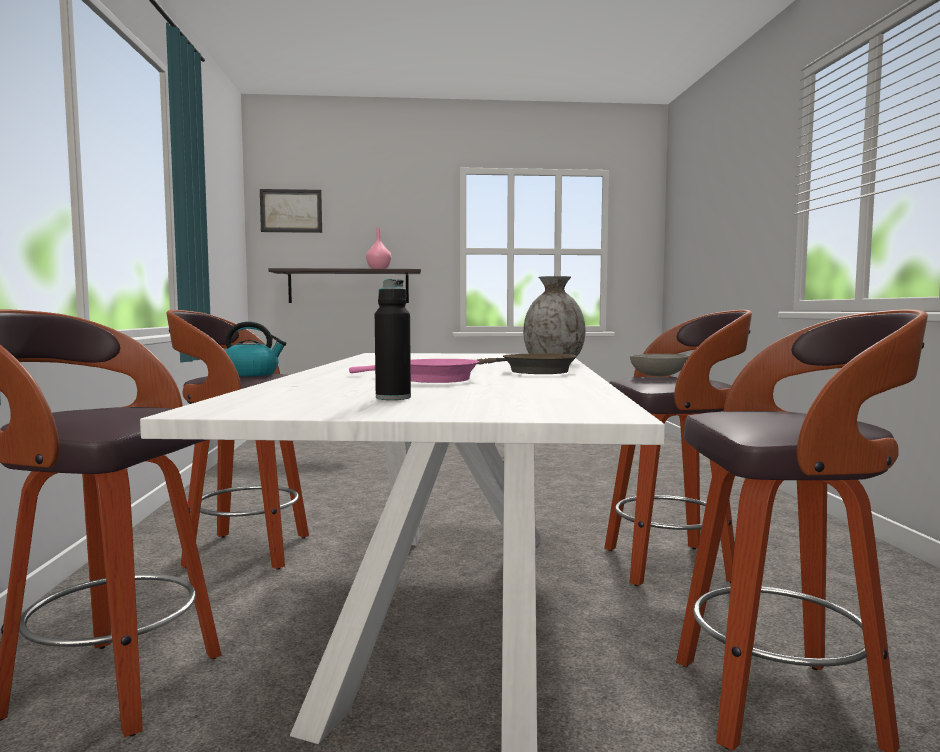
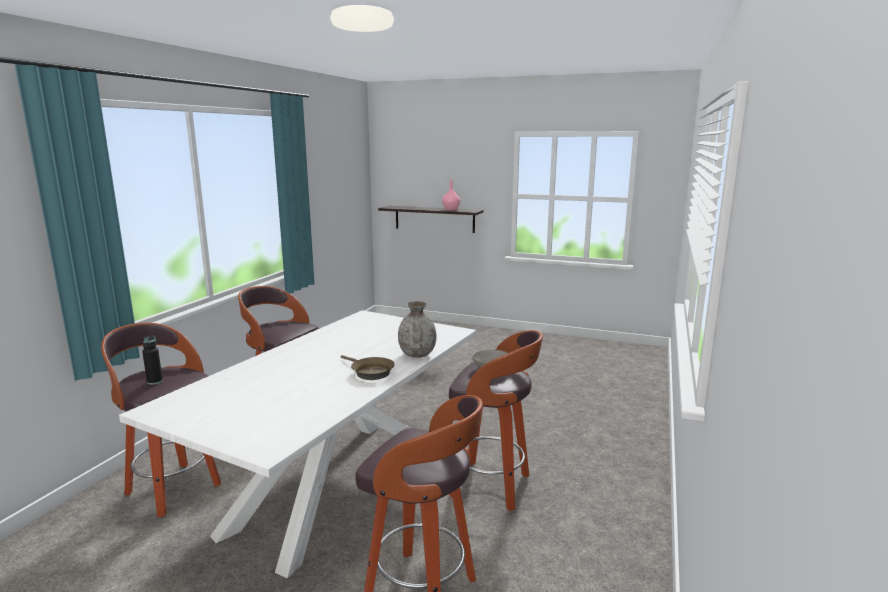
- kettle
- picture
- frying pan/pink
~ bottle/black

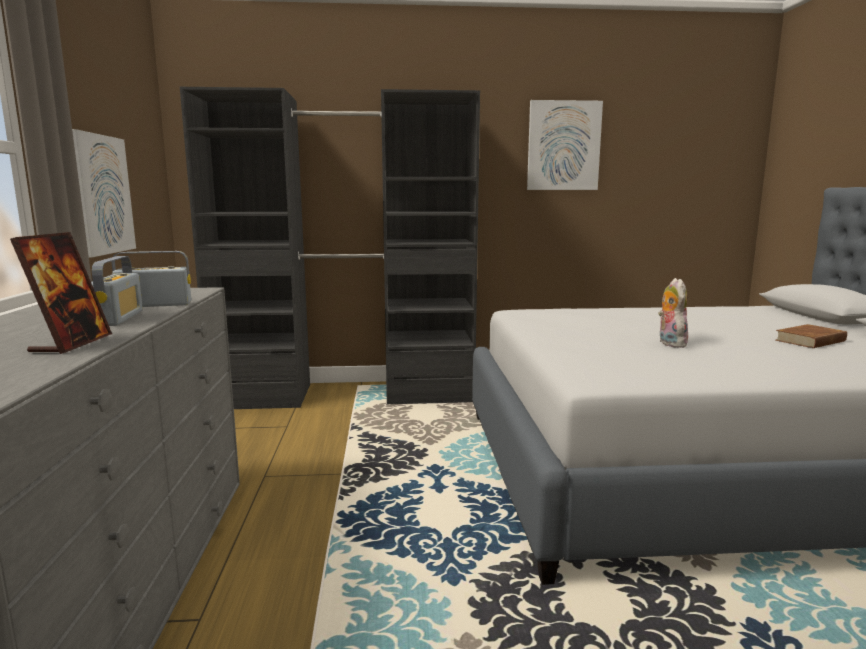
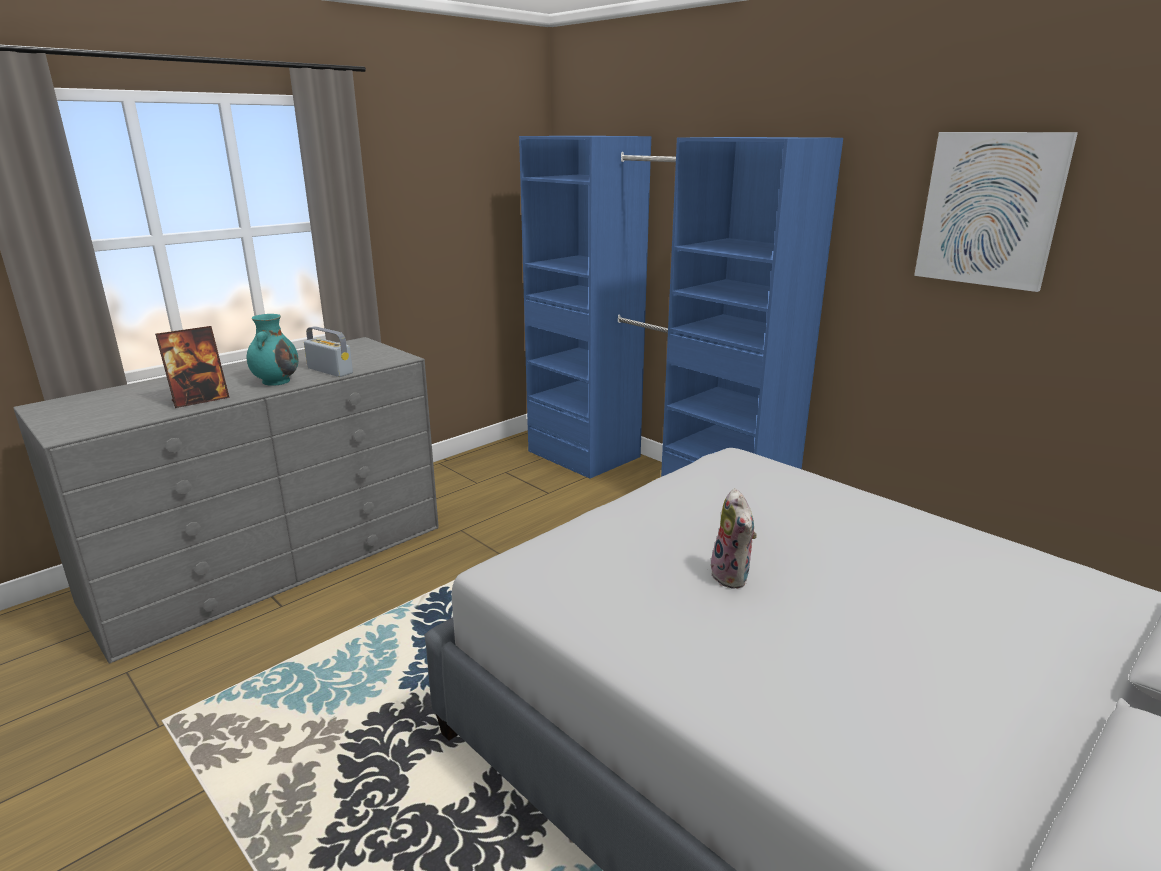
- picture (no. 1 from left)
- book/brown
~ radio (no. 1 from left) to vase/turquoise
~ wardrobe/black to wardrobe/blue
~ plush toy 120 degrees clockwise

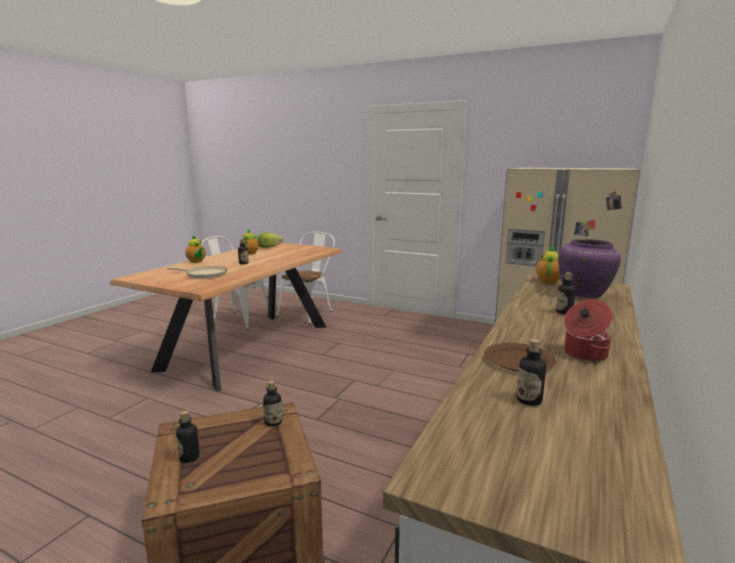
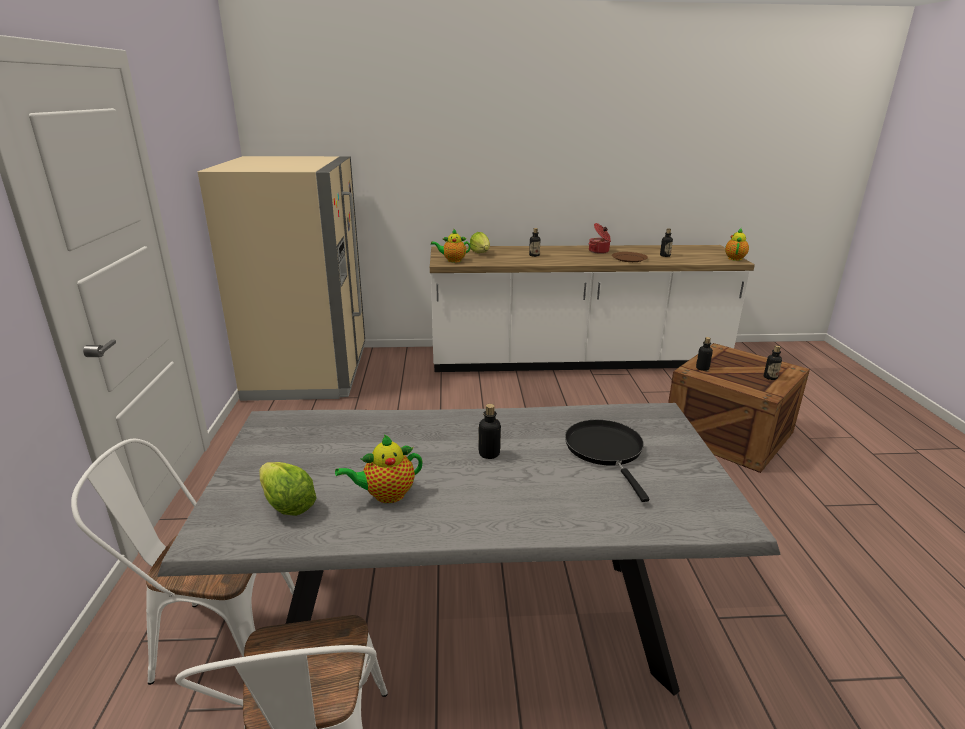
~ teapot (no. 1 from left in the first image) to teapot (no. 3 from left)
~ vase/purple to lettuce (no. 2 from left)
~ dining table/brown to dining table/grey
~ frying pan/beige to frying pan/black

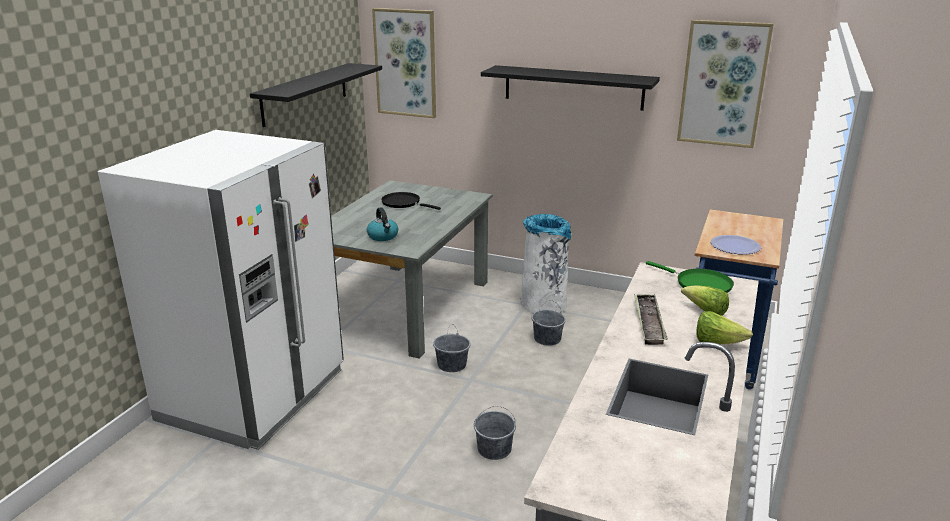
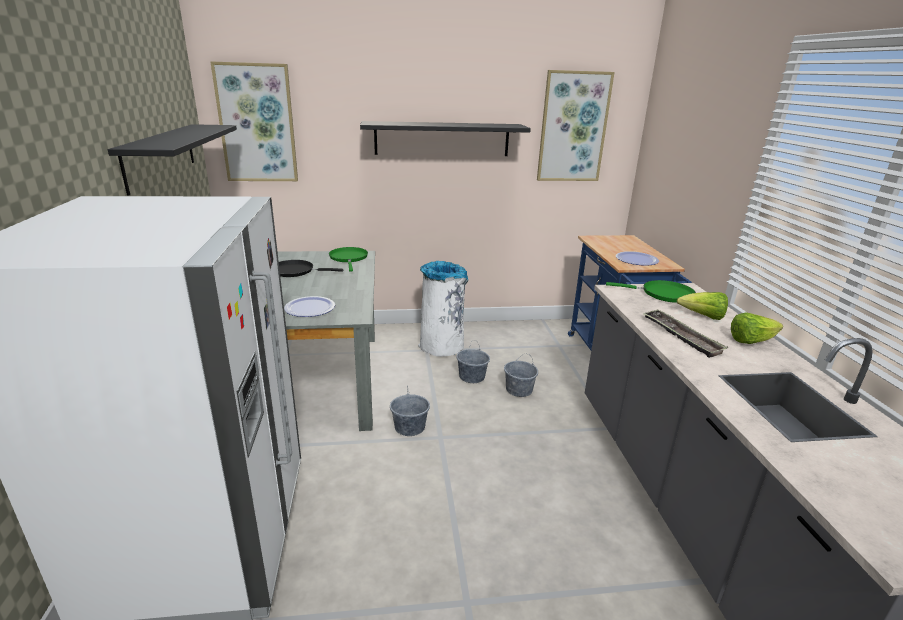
+ frying pan/green (no. 1 from left)
~ bucket/grey (no. 2 from left in the first image) to bucket/grey (no. 3 from left)
~ kettle to plate (no. 1 from left)

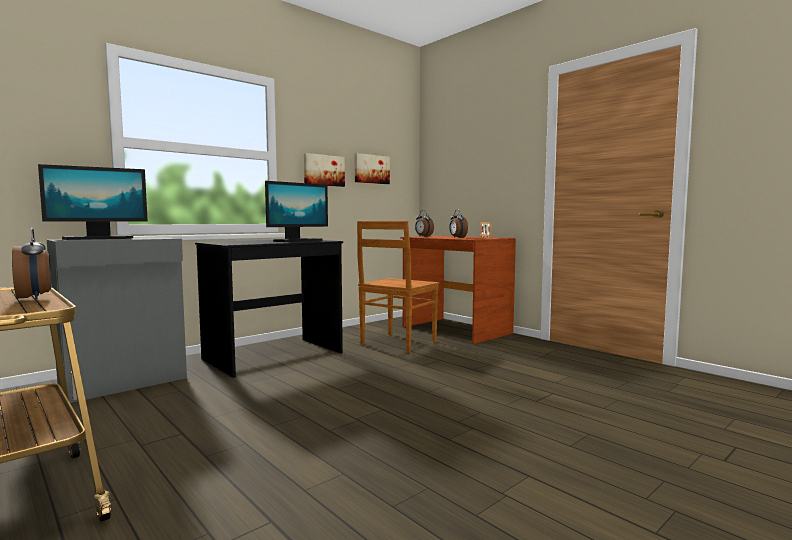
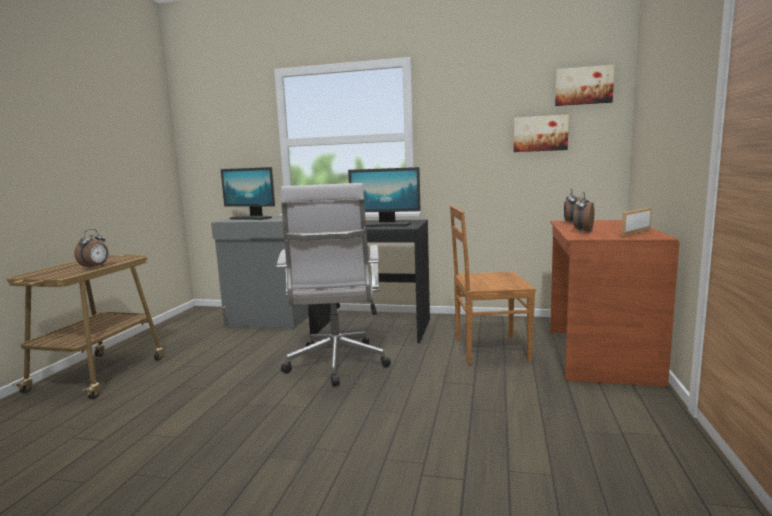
+ office chair/white
~ picture (no. 1 from left in the first image) to picture (no. 2 from left)

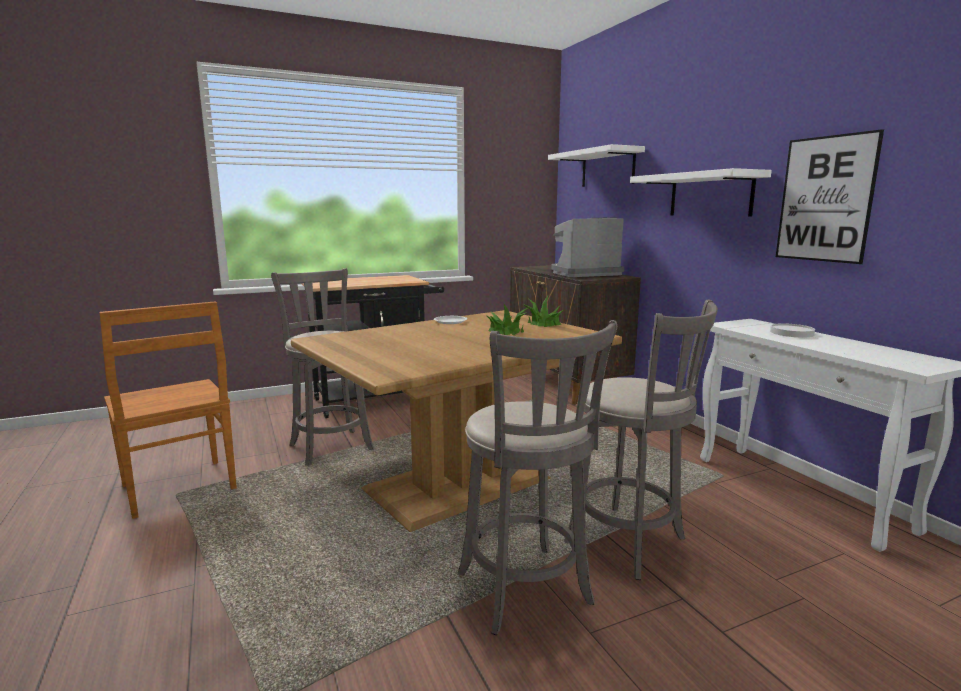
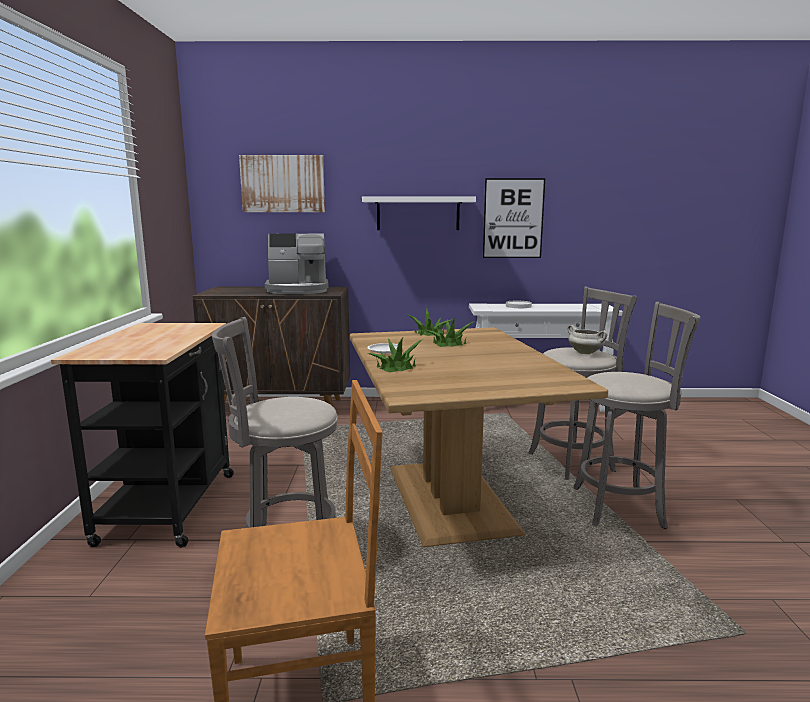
+ potted plant (no. 1 from left)
+ cooking pot/white
~ shelf/white (no. 1 from left) to picture (no. 1 from left)
~ coffee machine 105 degrees counterclockwise

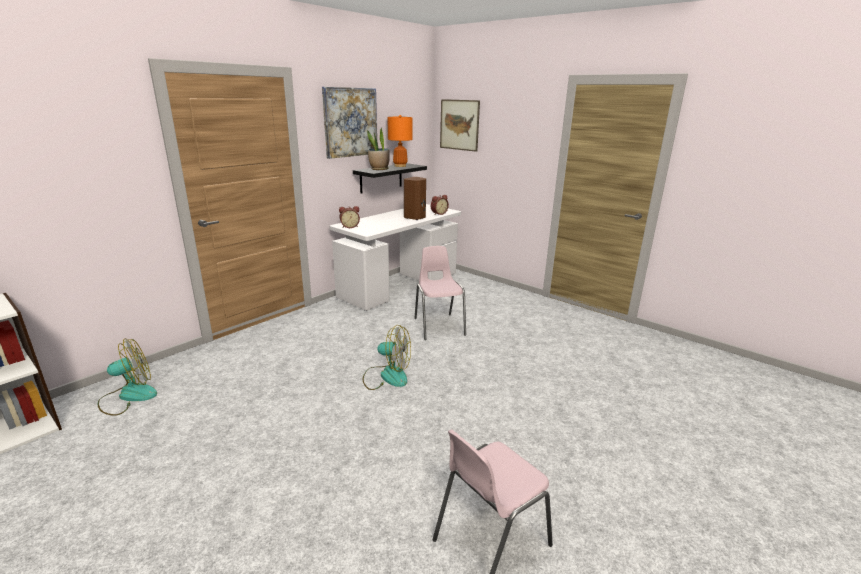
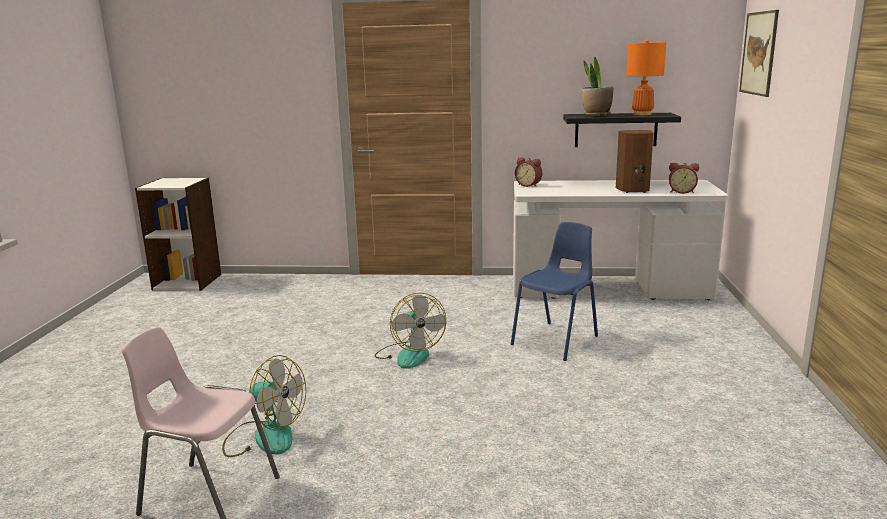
- picture (no. 1 from left)
~ fan (no. 1 from left)
~ chair/pink (no. 1 from left) to chair/blue

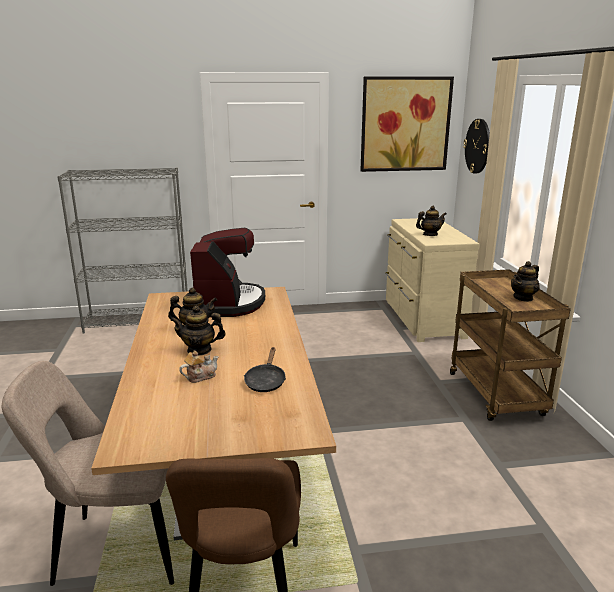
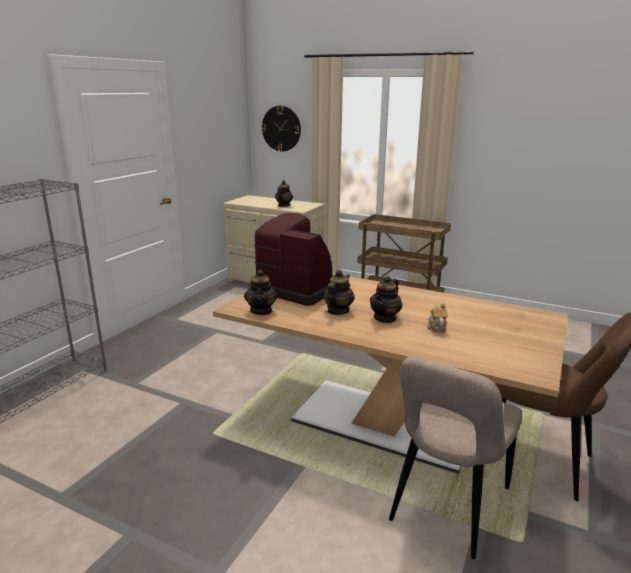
- frying pan/black
- picture
~ teapot (no. 5 from left in the first image) to teapot (no. 1 from left)

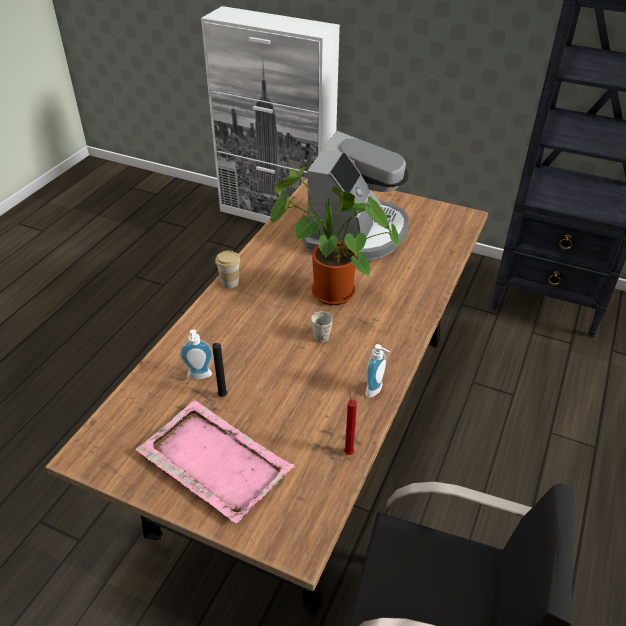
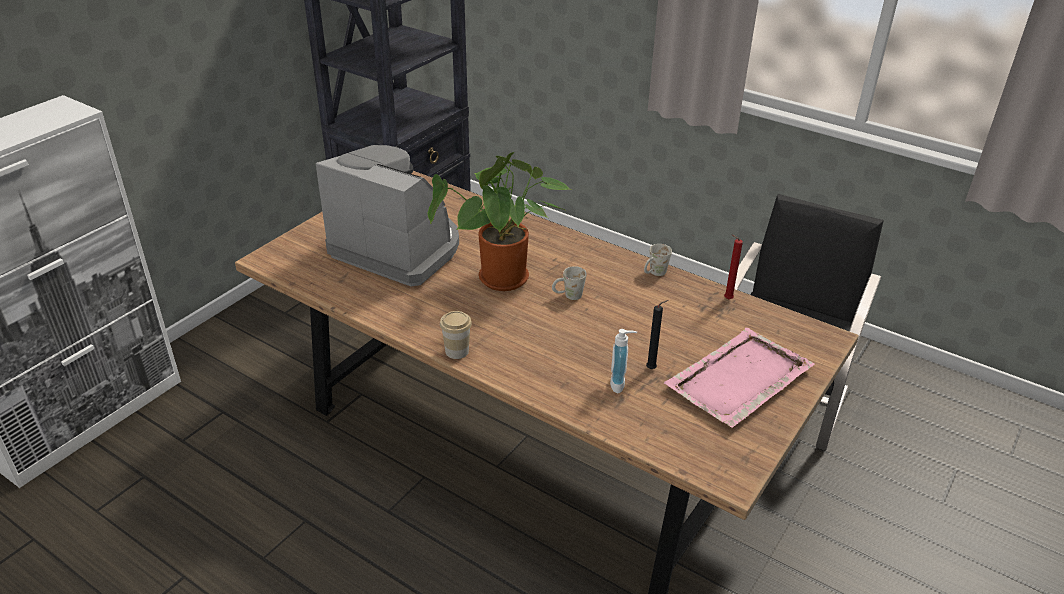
~ soap dispenser (no. 2 from left) to mug/white (no. 2 from left)

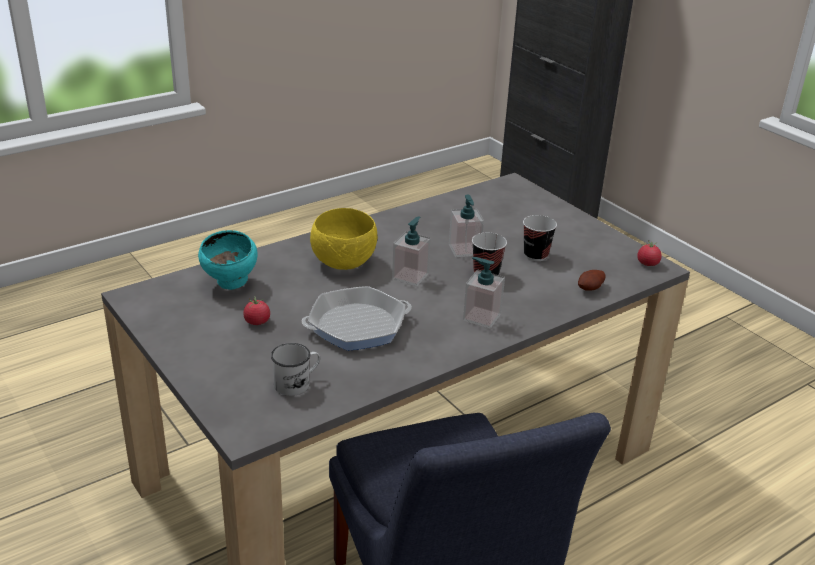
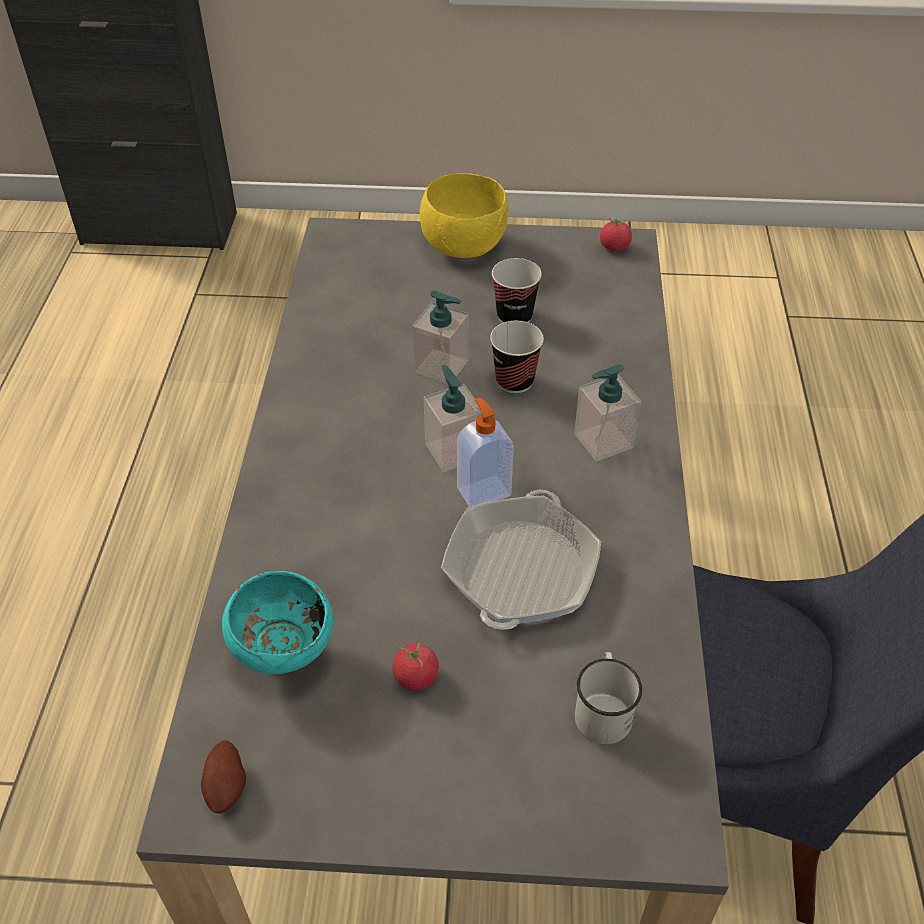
+ soap dispenser (no. 3 from left)
~ bowl/yellow
~ potato

